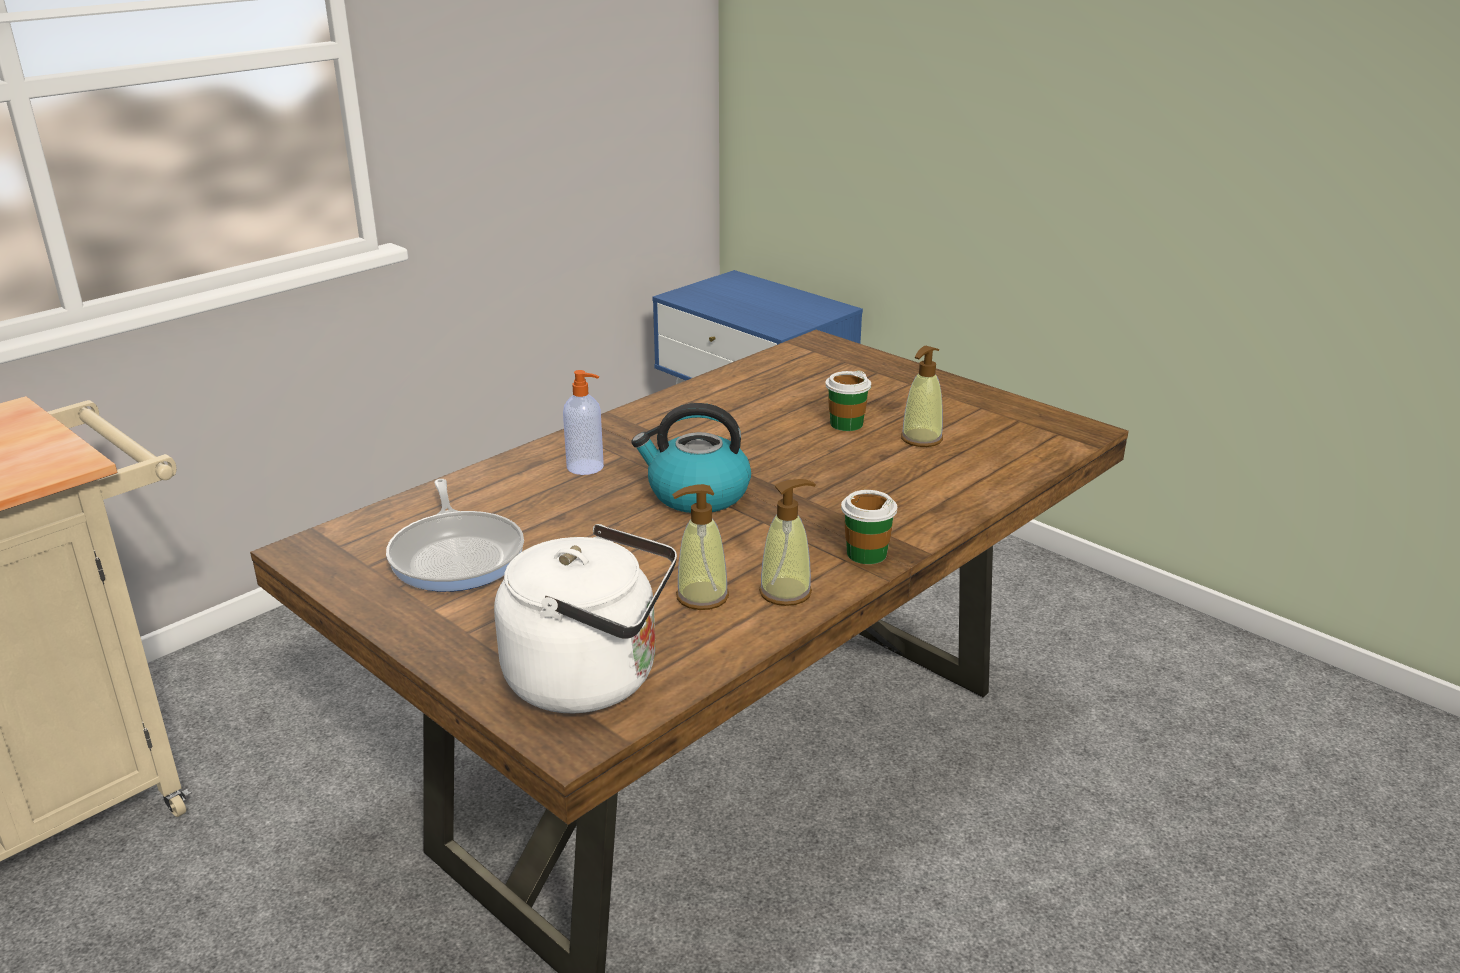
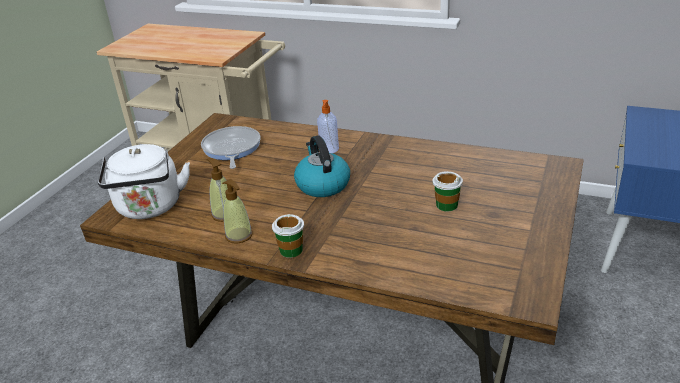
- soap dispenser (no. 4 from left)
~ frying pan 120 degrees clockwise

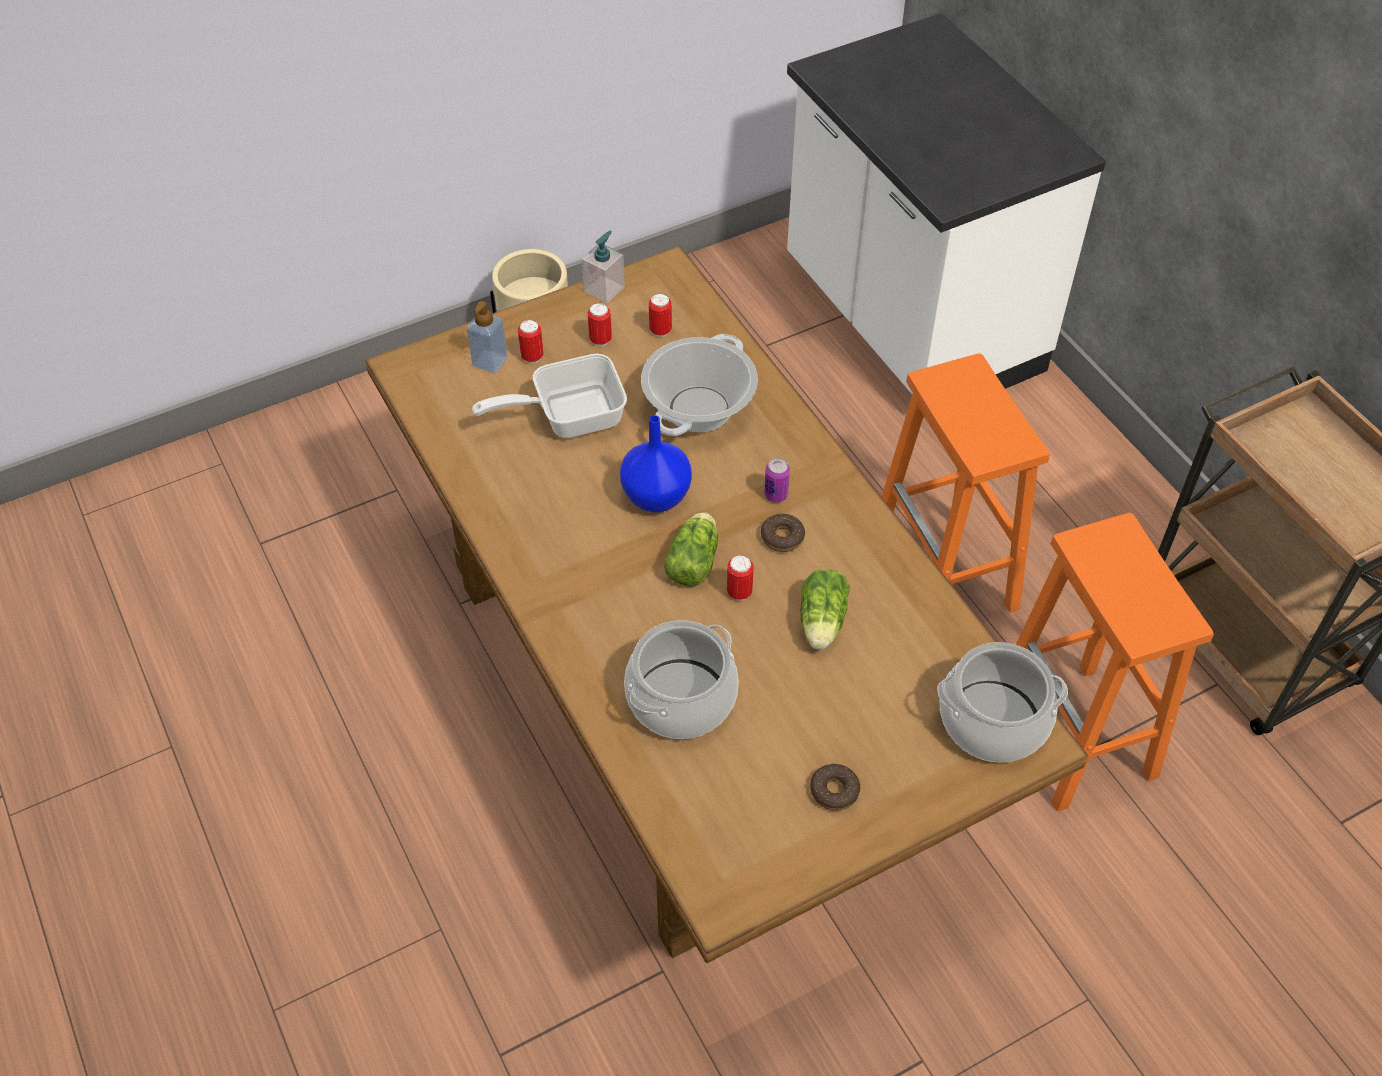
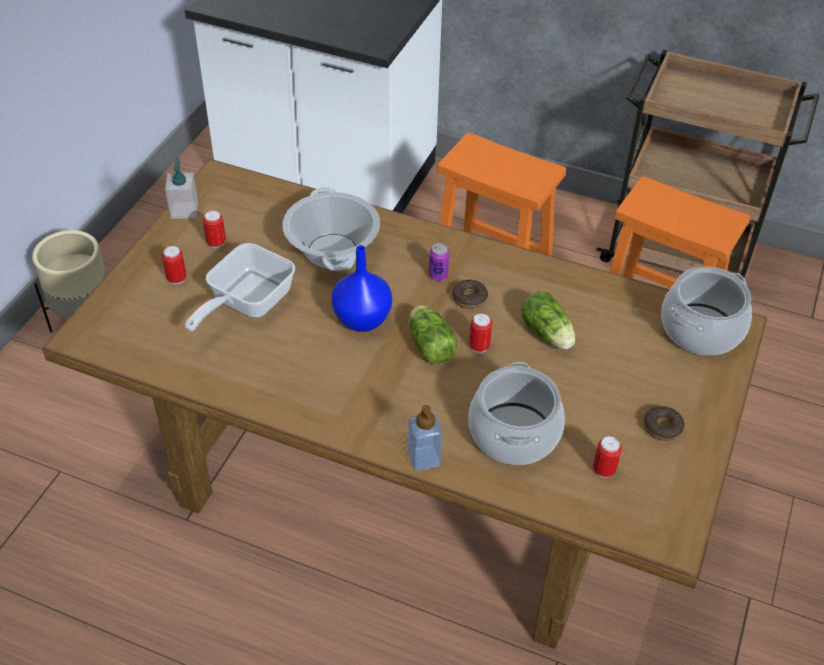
~ soap dispenser (no. 1 from left in the first image) to soap dispenser (no. 2 from left)
~ can (no. 3 from left in the first image) to can (no. 5 from left)

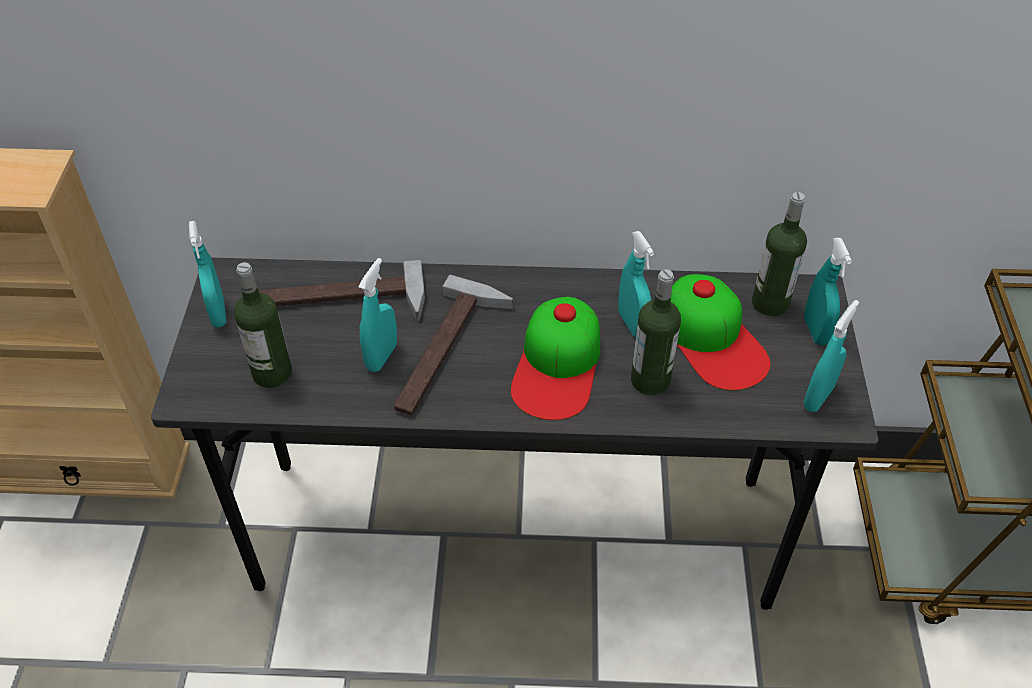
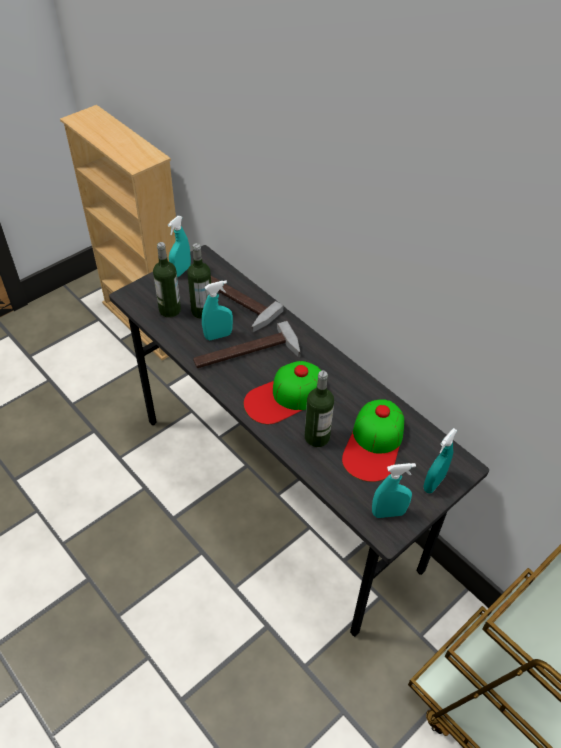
- spray bottle/turquoise (no. 3 from left)
~ bottle (no. 3 from left in the first image) to bottle (no. 2 from left)

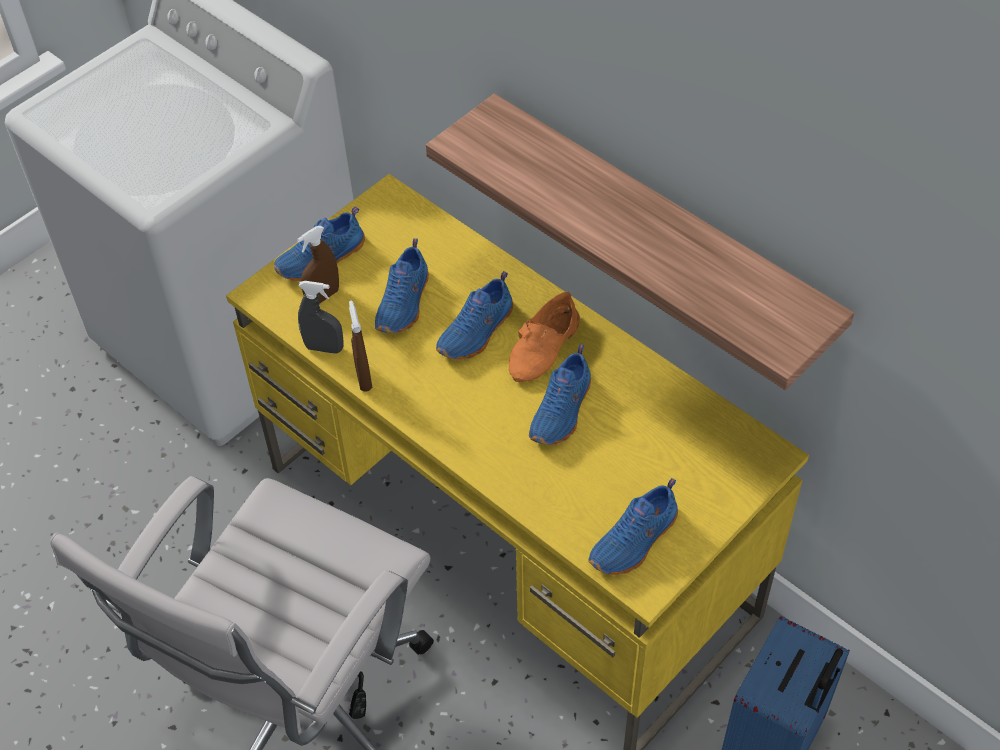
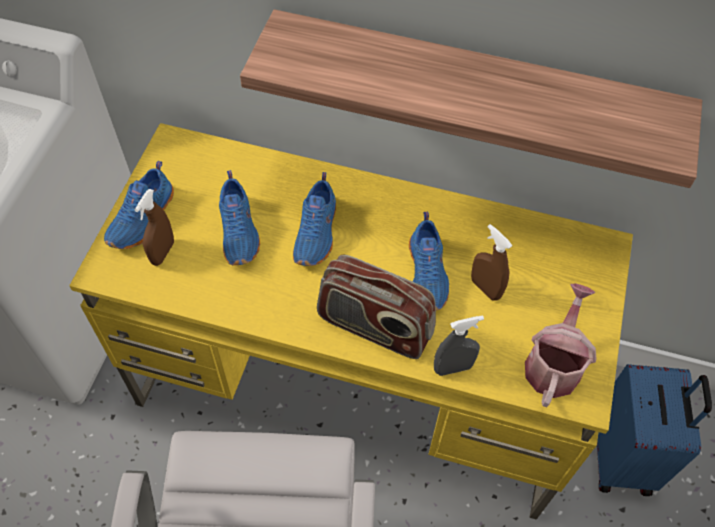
- shoe/orange
+ radio
~ spray bottle/grey
~ spray bottle/brown (no. 2 from left)
~ shoe/blue (no. 5 from left) to watering can

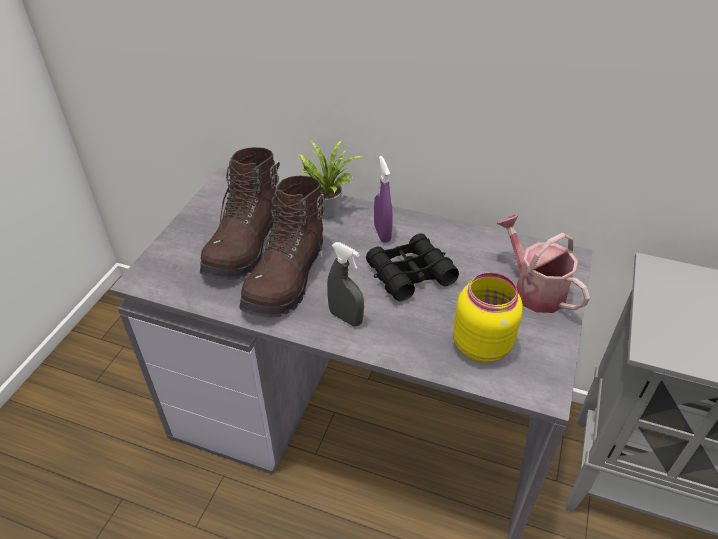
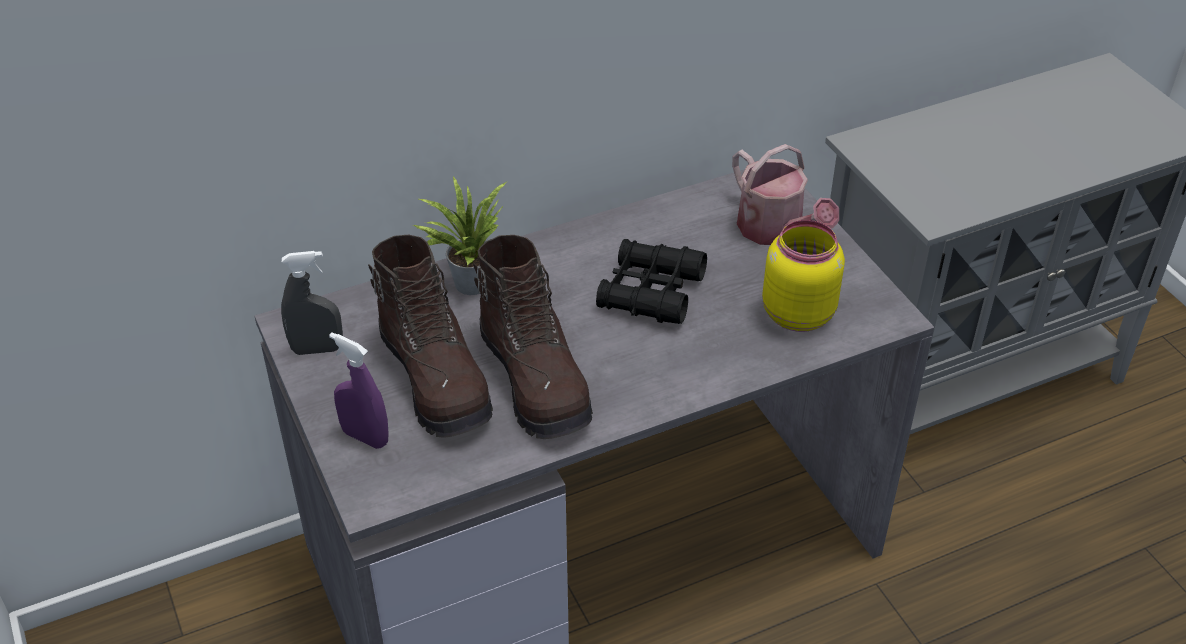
~ spray bottle/grey
~ spray bottle/purple
~ watering can 135 degrees counterclockwise

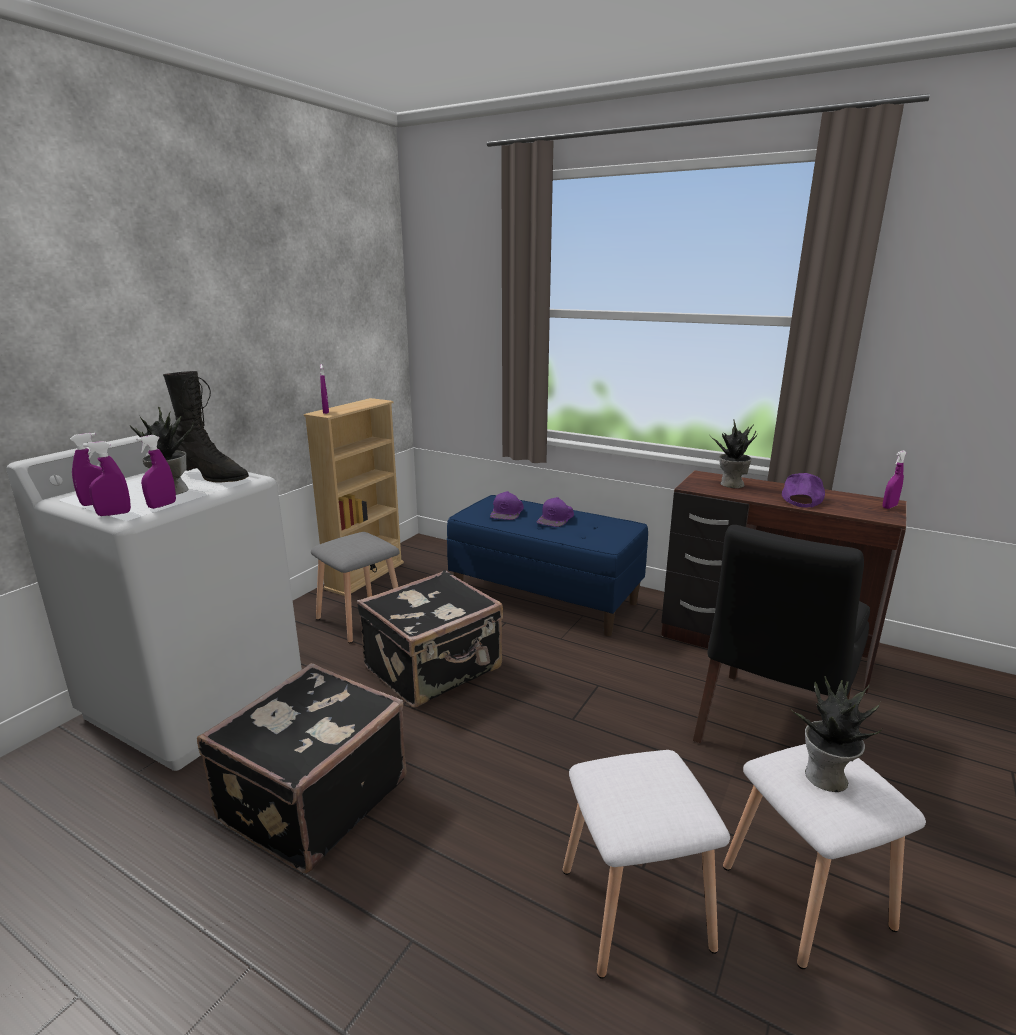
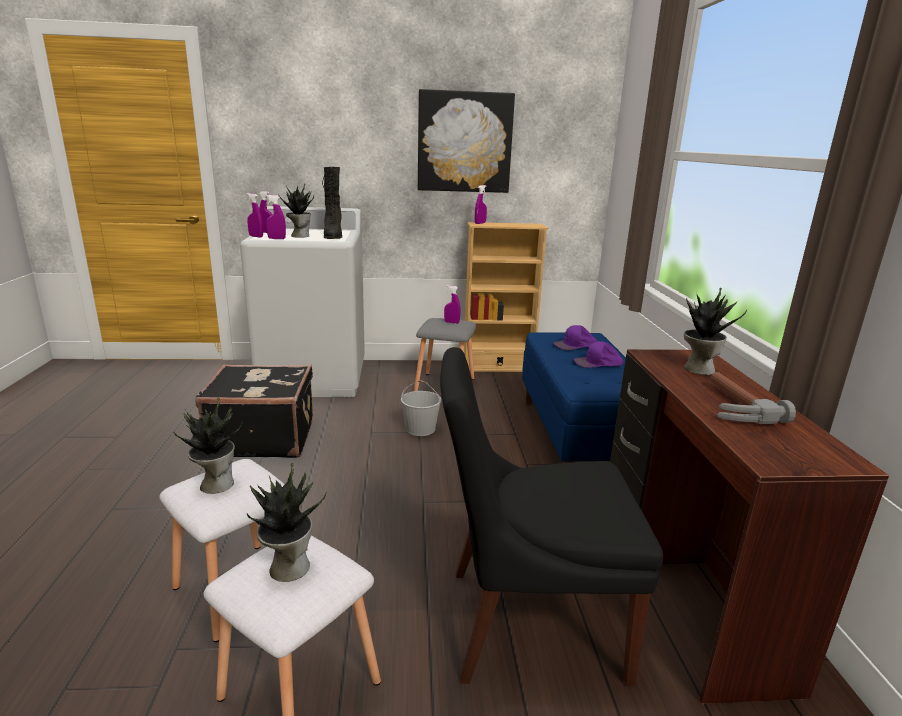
+ potted plant (no. 1 from left)
+ picture
~ spray bottle/purple (no. 5 from left in the first image) to spray bottle/purple (no. 4 from left)
~ suitcase/black (no. 2 from left) to bucket/white
~ cap/purple (no. 3 from left) to hammer

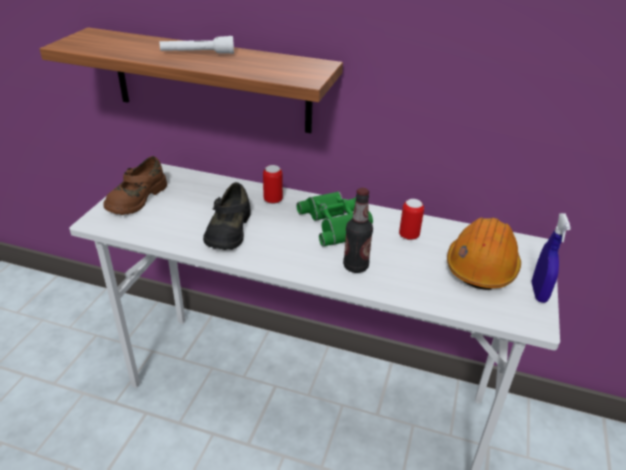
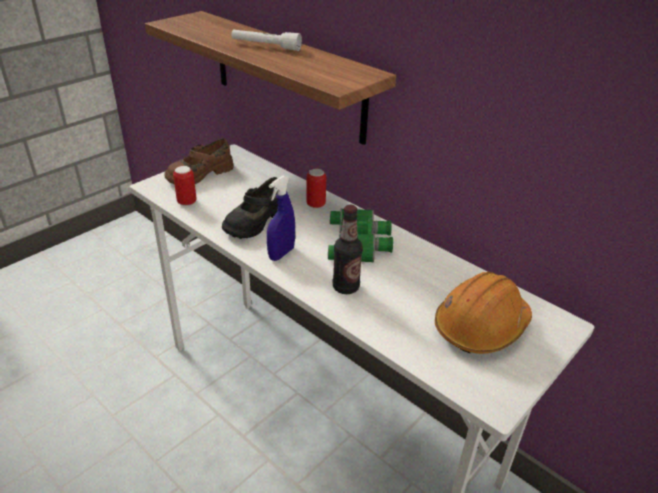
~ can (no. 2 from left in the first image) to can (no. 1 from left)
~ spray bottle/blue

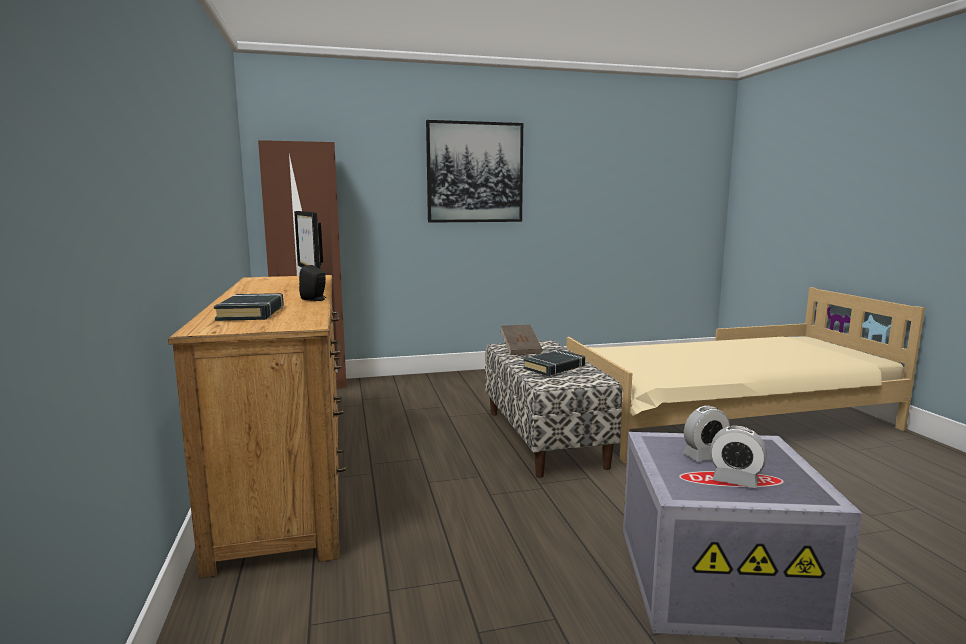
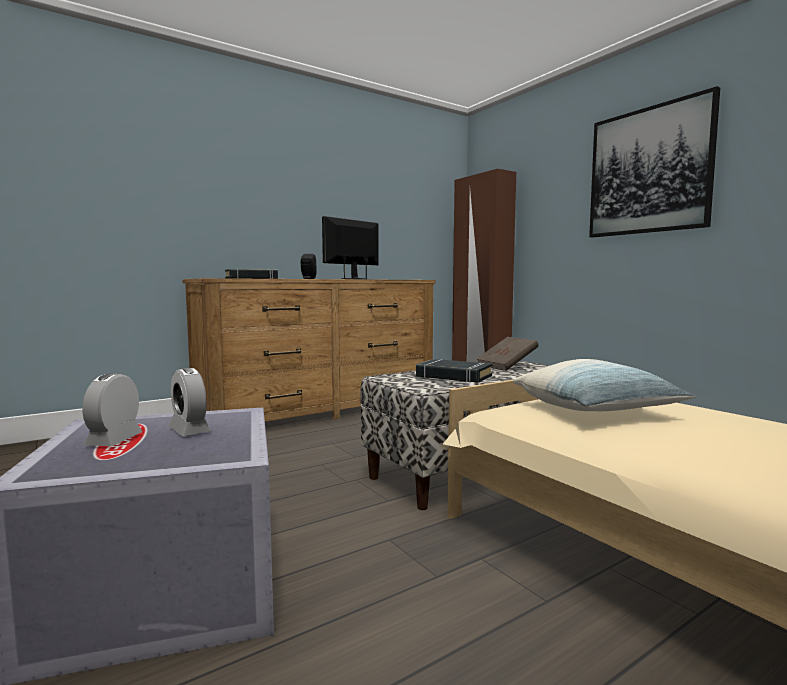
+ pillow

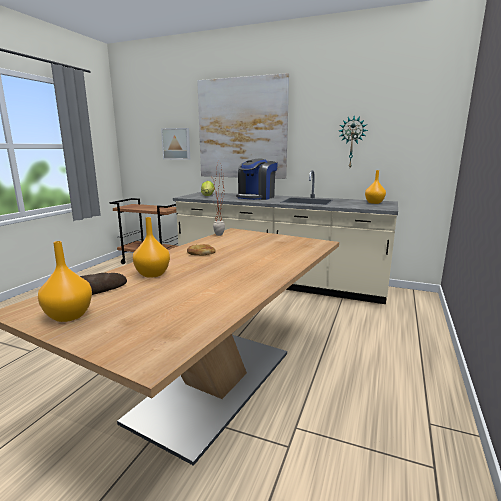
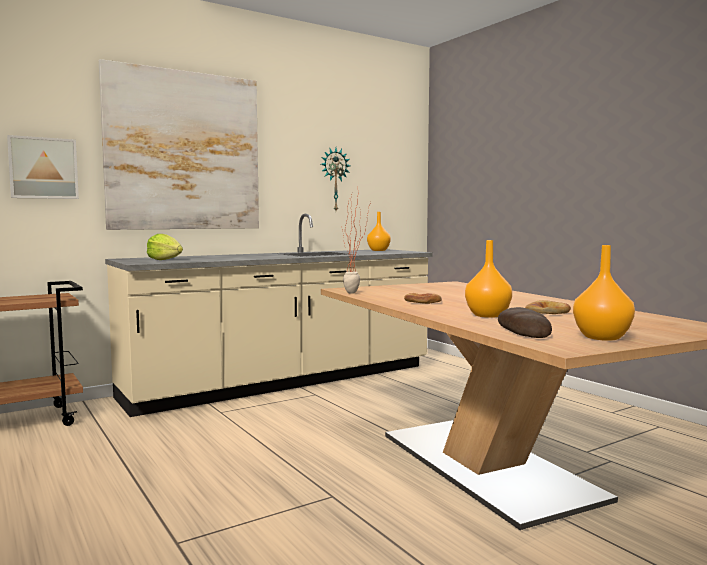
- coffee machine
+ bread (no. 3 from left)

